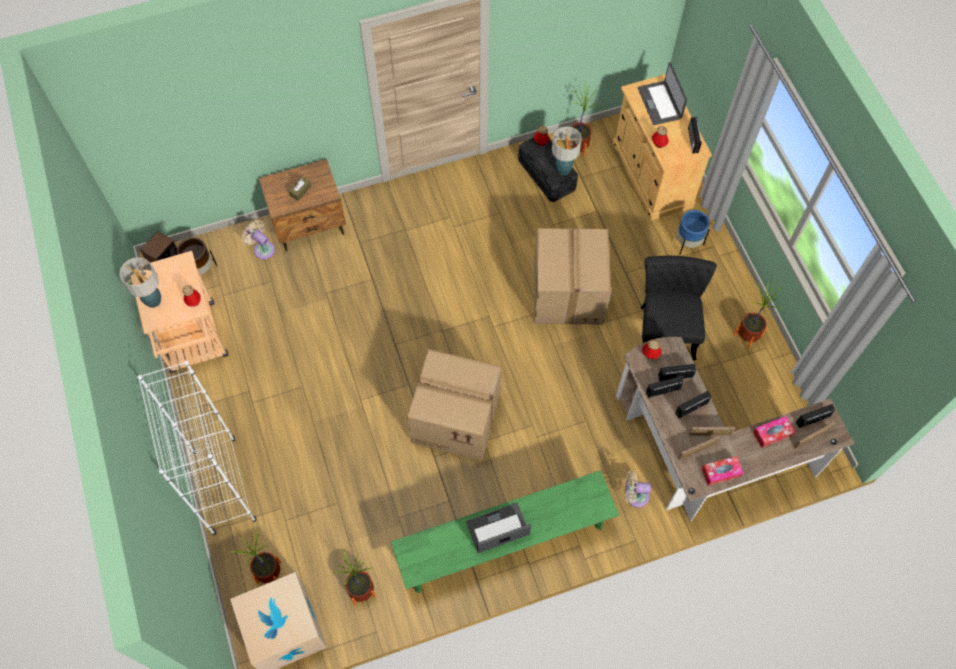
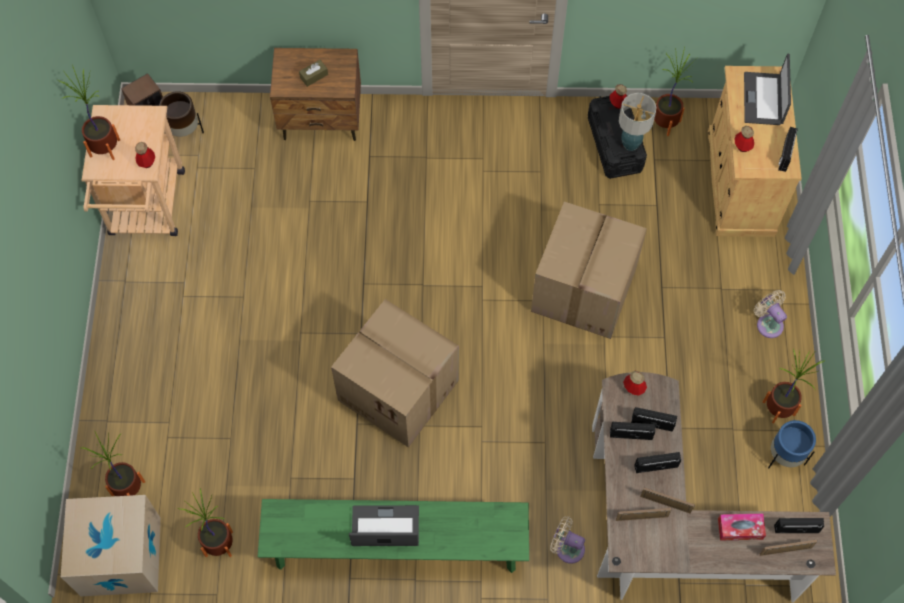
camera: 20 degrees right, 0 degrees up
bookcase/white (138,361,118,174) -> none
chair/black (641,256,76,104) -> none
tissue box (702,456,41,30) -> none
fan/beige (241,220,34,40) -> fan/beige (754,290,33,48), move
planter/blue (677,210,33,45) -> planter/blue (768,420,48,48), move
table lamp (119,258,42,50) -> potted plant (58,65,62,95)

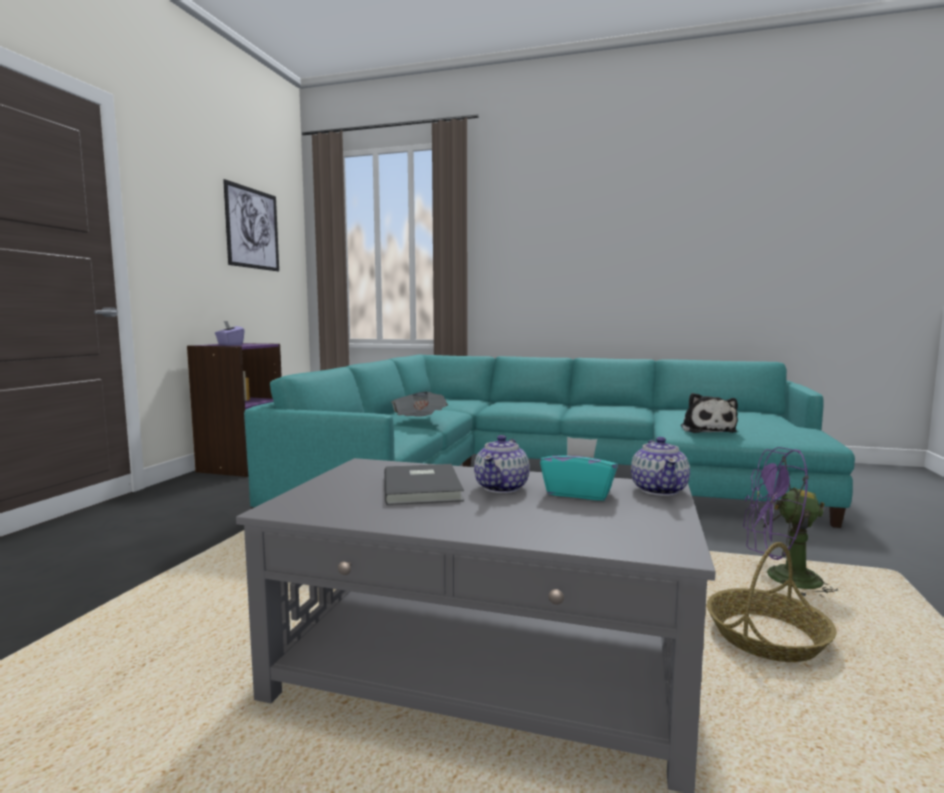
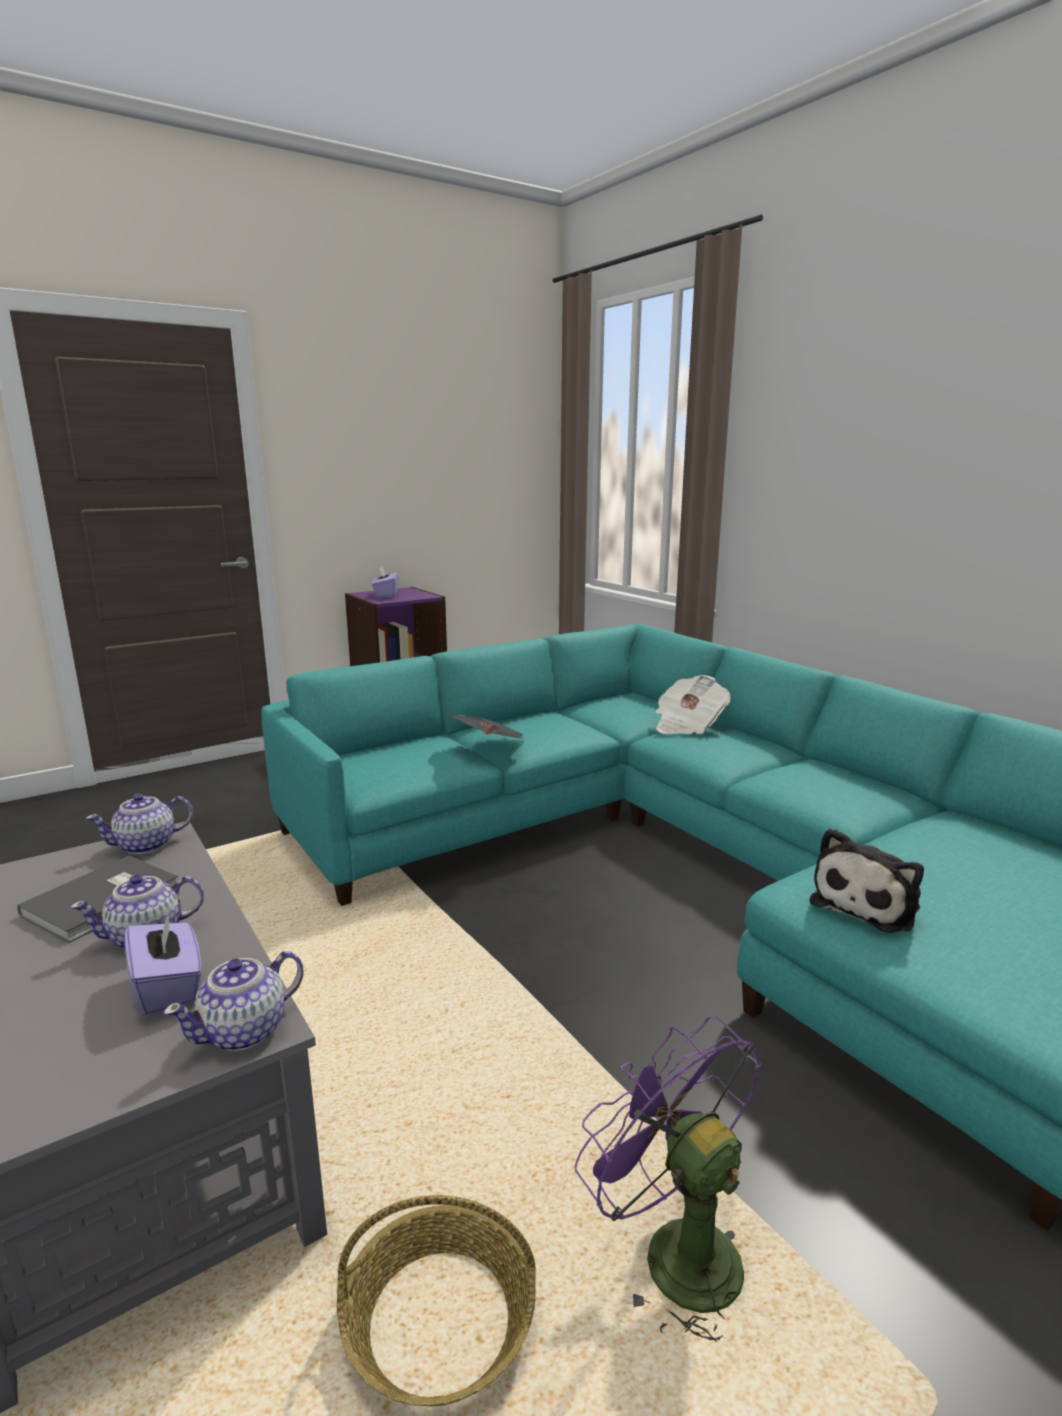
camera: 40 degrees right, 10 degrees up
picture (223,179,56,92) -> none
none -> teapot (85,793,108,61)
none -> newspaper (655,675,76,59)
tissue box/turquoise (540,437,78,64) -> tissue box/purple (124,910,77,106)

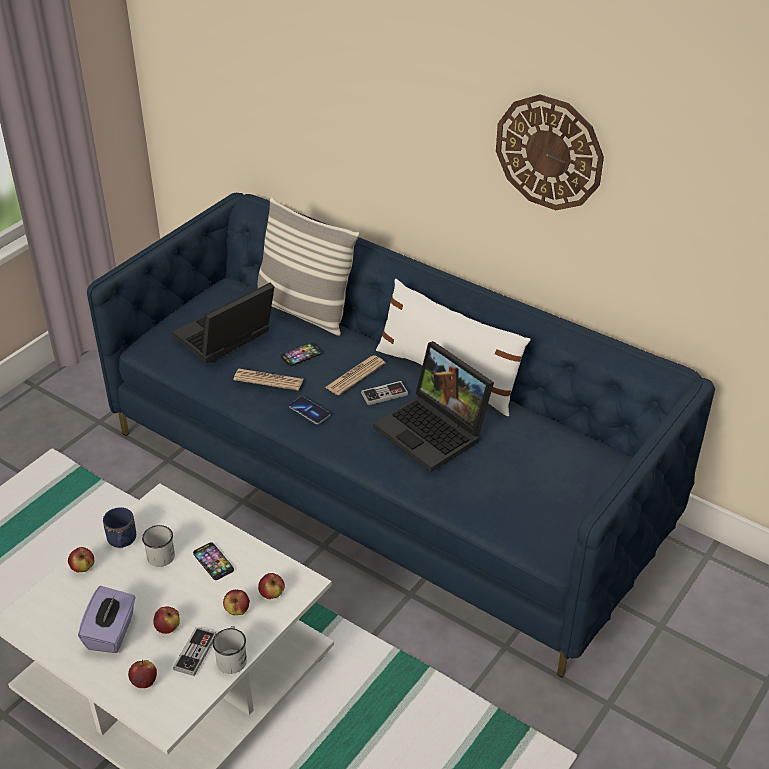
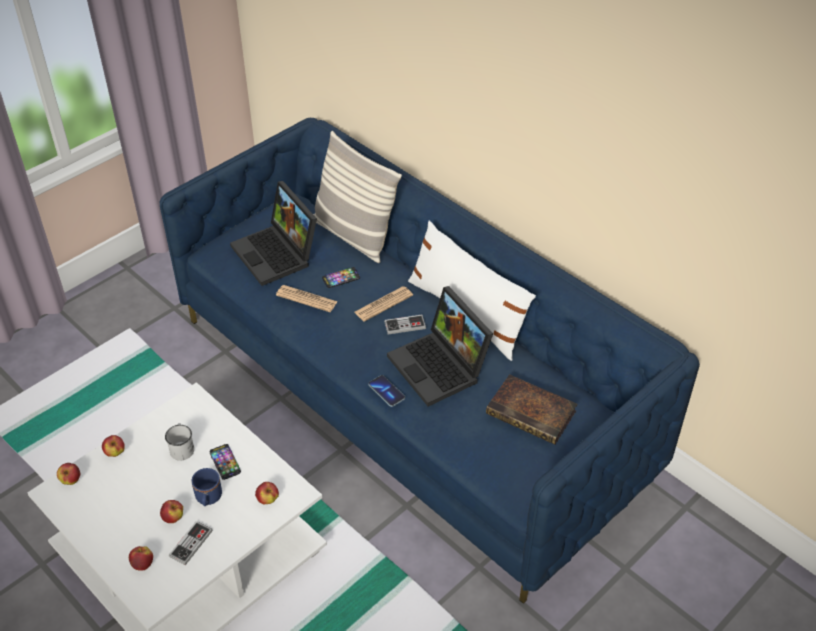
camera: 10 degrees right, 5 degrees up
tissue box/purple (78,586,58,67) -> none
mug/white (212,626,35,48) -> none
wall clock (496,94,108,116) -> none
none -> book (486,374,91,71)
mug/blue (103,507,33,41) -> mug/blue (192,468,30,38), move
apple (223,590,27,25) -> apple (57,463,23,22), move
phone (289,396,41,28) -> phone (369,375,36,32), move
laptop (172,282,103,81) -> laptop (230,181,87,105), 90 degrees counterclockwise

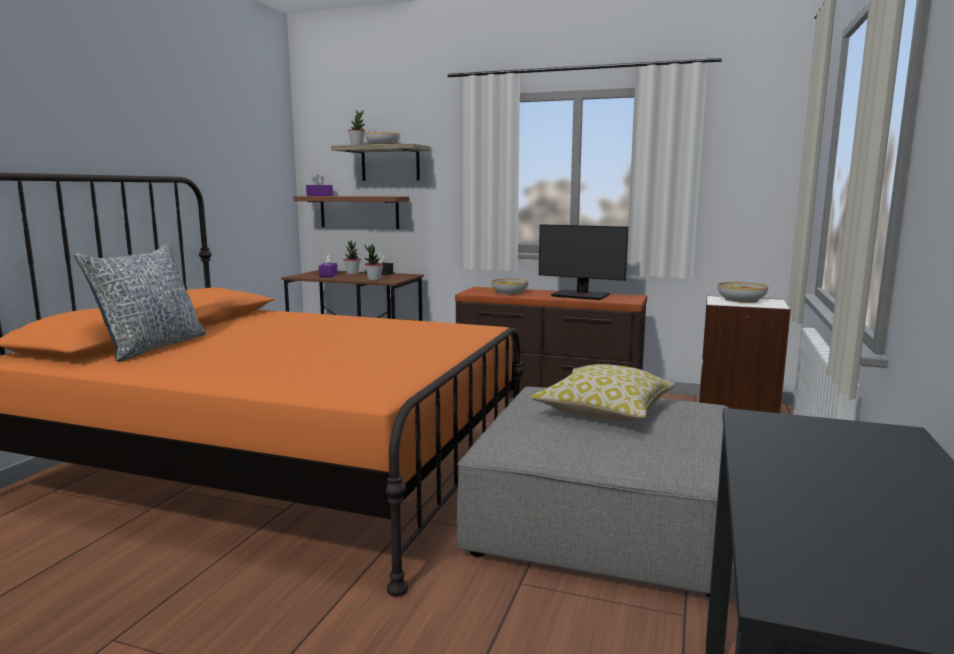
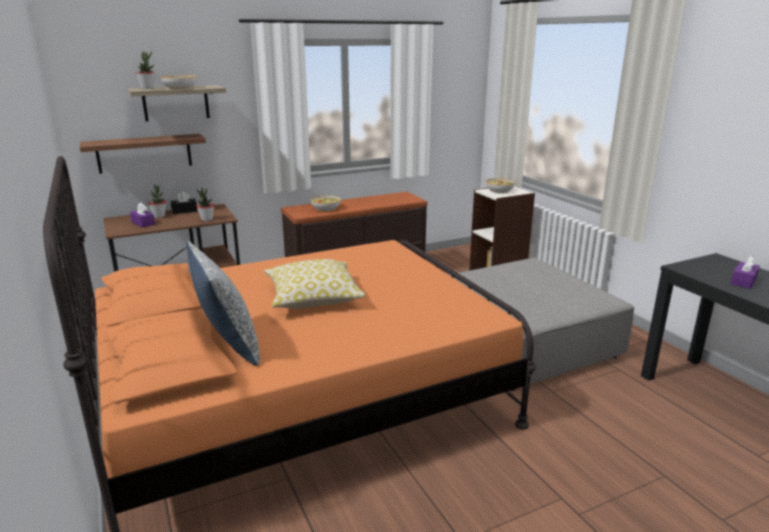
camera: 45 degrees left, 10 degrees up
monitor (539,224,89,76) -> none
tissue box/purple (306,175,27,21) -> tissue box/purple (731,256,29,33), move
pillow (530,364,146,58) -> pillow (264,259,102,50), move

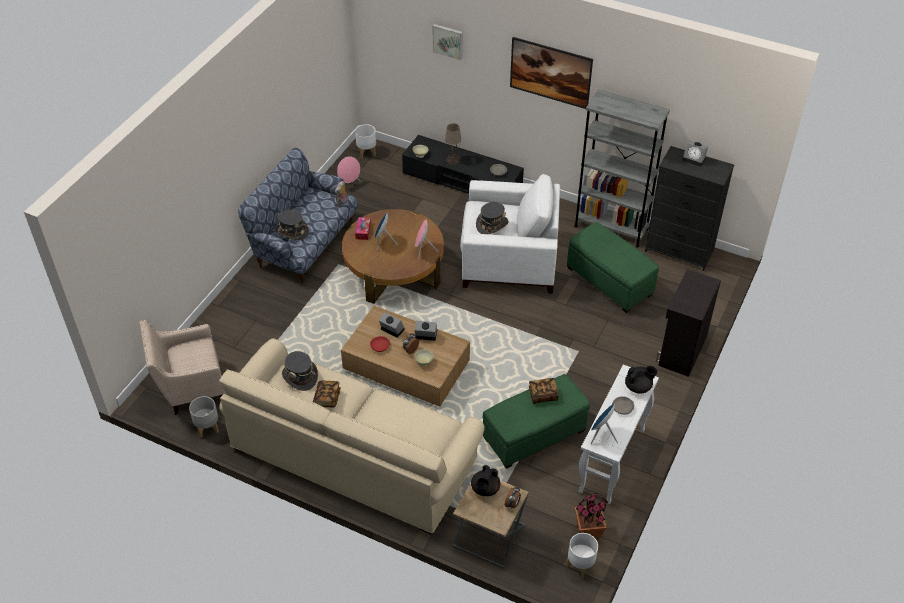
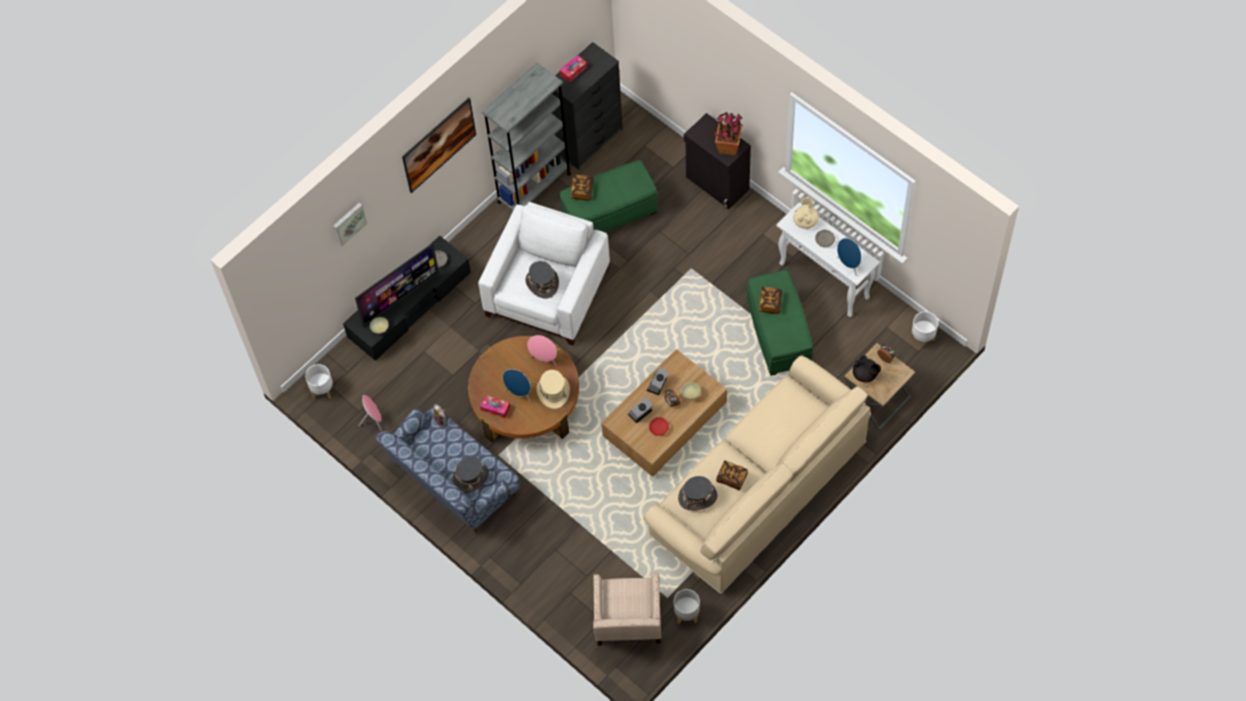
camera: 70 degrees left, 15 degrees up
none -> hat/beige (536,370,34,39)
none -> book (570,175,23,26)
potted plant (575,493,33,47) -> potted plant (713,112,30,43), move
table lamp/beige (445,123,16,42) -> television (355,243,84,84)
alarm clock (682,141,26,26) -> tissue box (560,55,27,27)
teapot/black (625,366,32,28) -> teapot/beige (793,198,26,31)

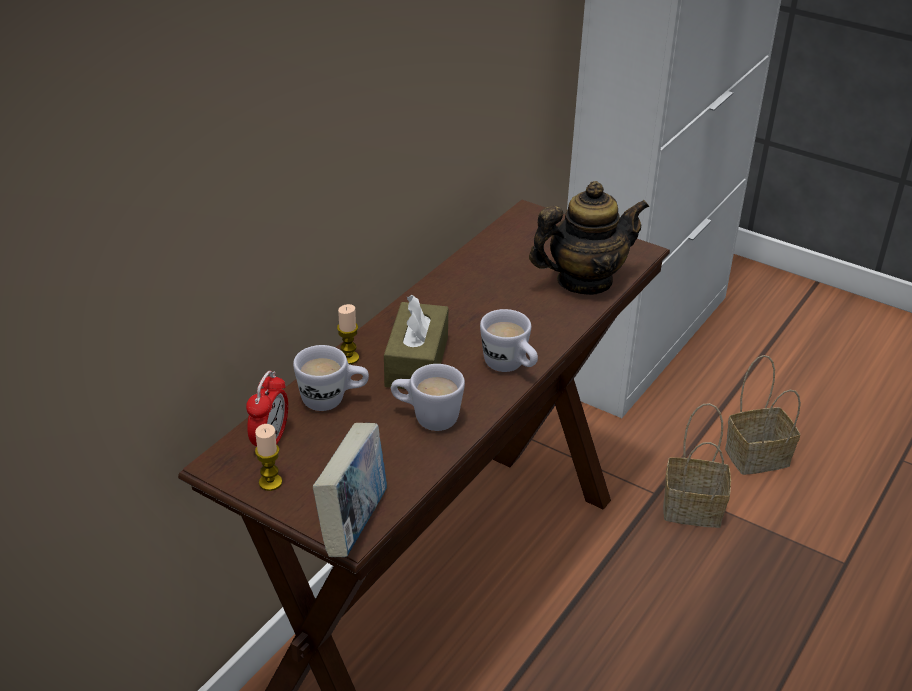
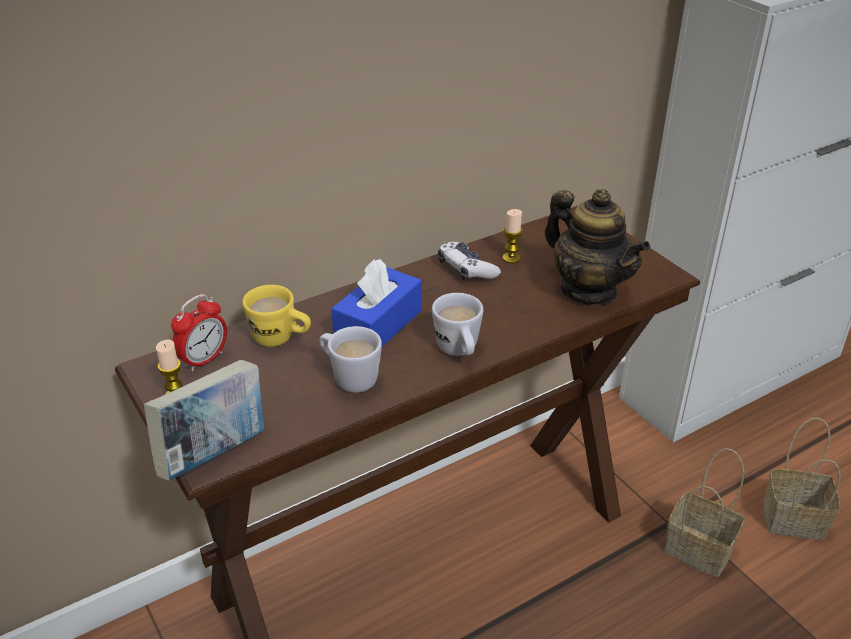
camera: 25 degrees right, 0 degrees up
none -> game controller (438,242,63,38)
candle (337,304,22,60) -> candle (502,209,21,54), move
mug/white (293,345,76,66) -> mug/yellow (242,285,69,62)
tissue box/brown (384,295,65,94) -> tissue box/blue (331,259,91,88)
teapot (529,181,120,114) -> teapot (545,189,105,116), 45 degrees clockwise

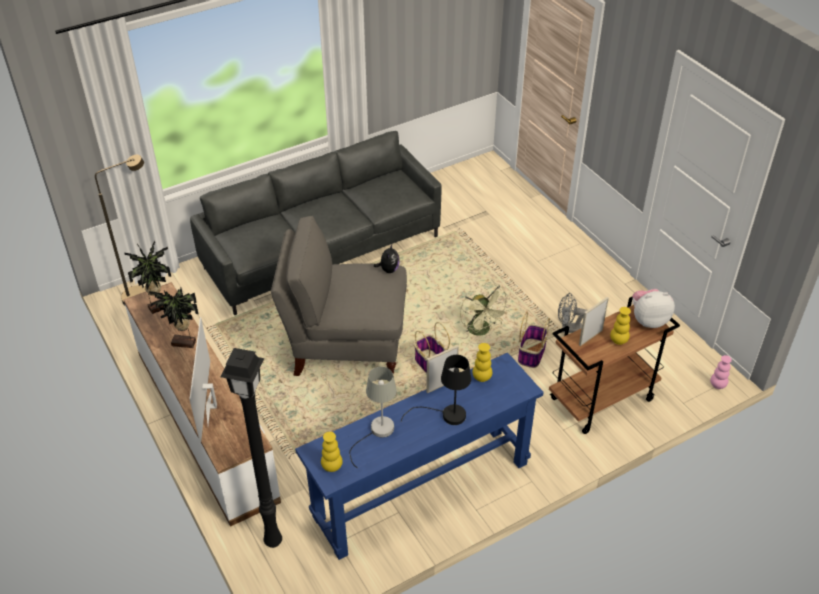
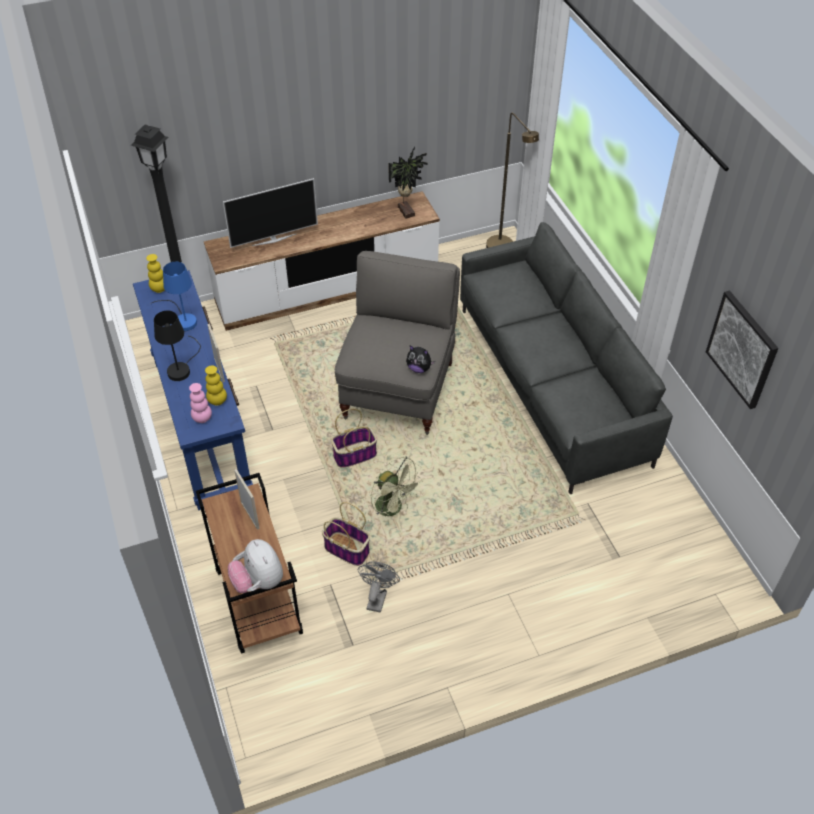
camera: 100 degrees right, 5 degrees up
potted plant (149,288,49,60) -> none
vase/yellow (610,307,21,38) -> none
none -> picture (706,291,72,118)
vase/pink (710,355,22,34) -> vase/pink (189,383,23,40), move
table lamp/grey (349,367,48,101) -> table lamp/blue (150,262,47,69)
television (189,317,28,126) -> television (223,178,95,70), 150 degrees clockwise
fan/green (460,284,50,52) -> fan/green (371,457,52,60), 120 degrees counterclockwise
plush toy (632,289,43,39) -> plush toy (228,539,55,54), 150 degrees clockwise

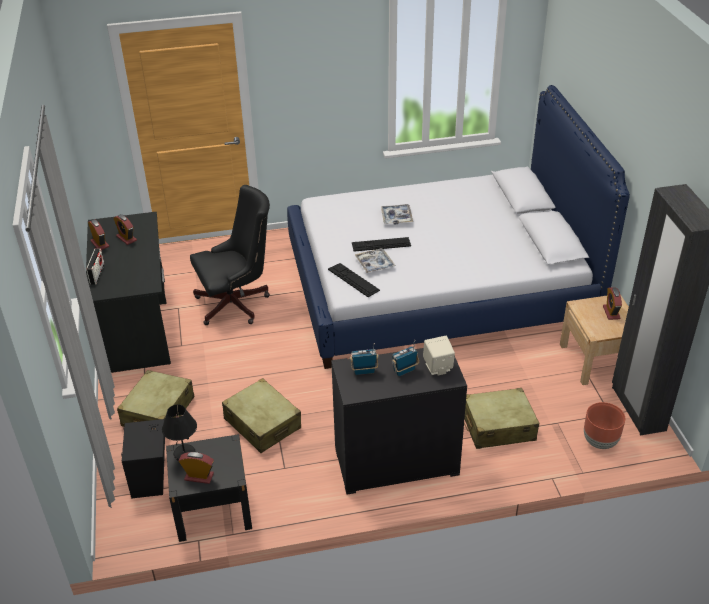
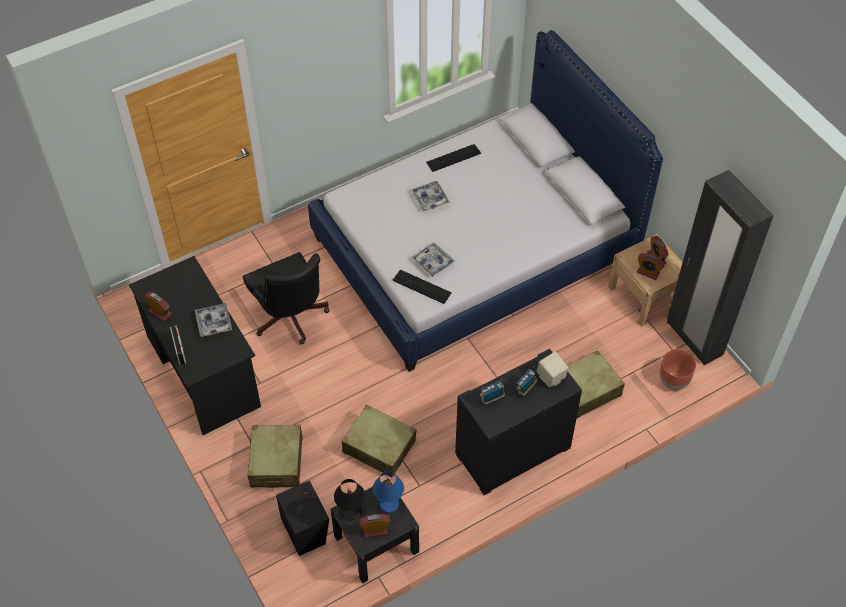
camera: 20 degrees left, 15 degrees up
none -> tray (195,303,37,34)
none -> table lamp/blue (373,471,31,42)
alarm clock (114,214,23,31) -> alarm clock (637,253,28,27), move
keyboard (352,237,59,15) -> keyboard (426,144,55,28), move
office chair/black (190,185,80,140) -> office chair/black (243,252,87,92), 105 degrees clockwise

